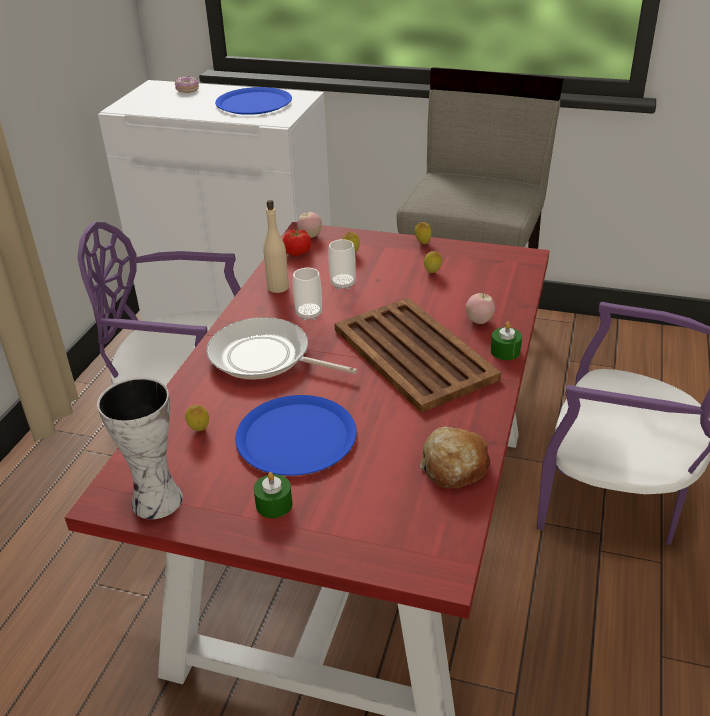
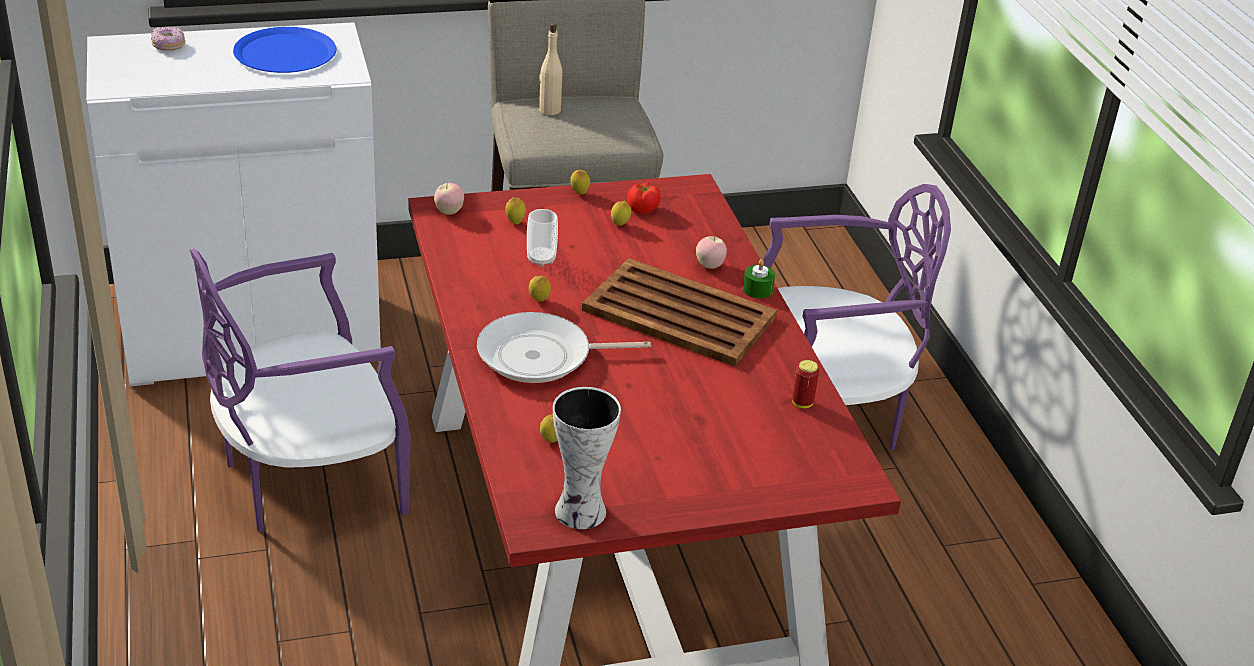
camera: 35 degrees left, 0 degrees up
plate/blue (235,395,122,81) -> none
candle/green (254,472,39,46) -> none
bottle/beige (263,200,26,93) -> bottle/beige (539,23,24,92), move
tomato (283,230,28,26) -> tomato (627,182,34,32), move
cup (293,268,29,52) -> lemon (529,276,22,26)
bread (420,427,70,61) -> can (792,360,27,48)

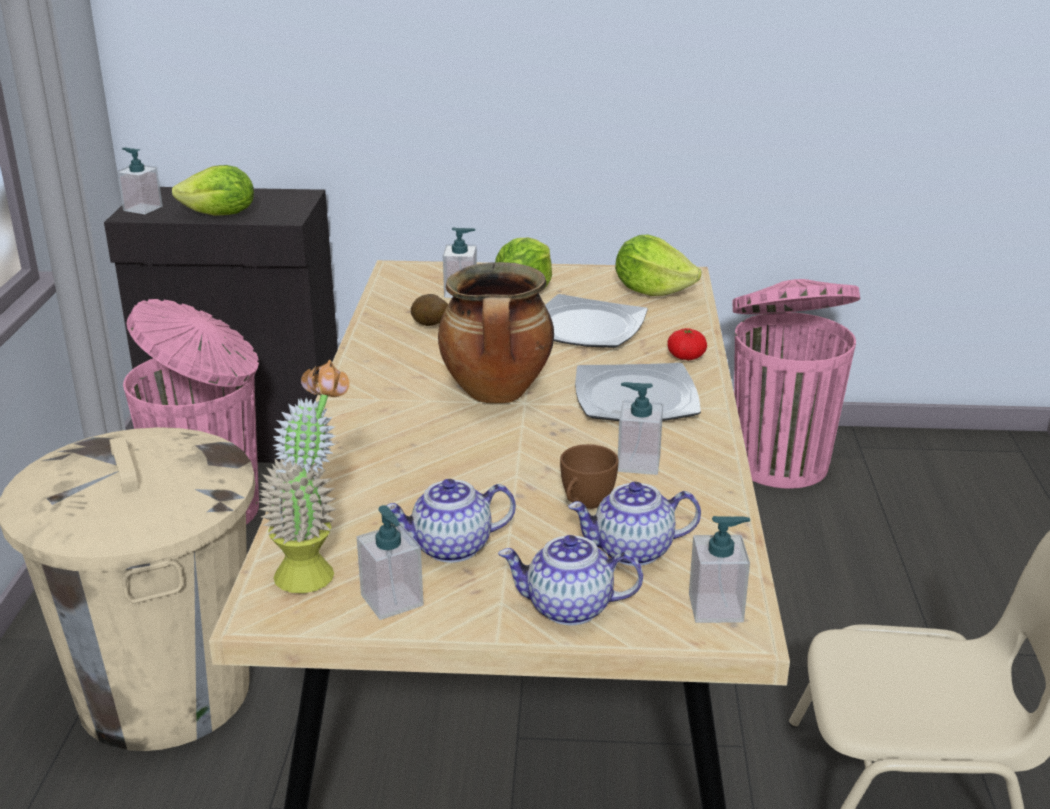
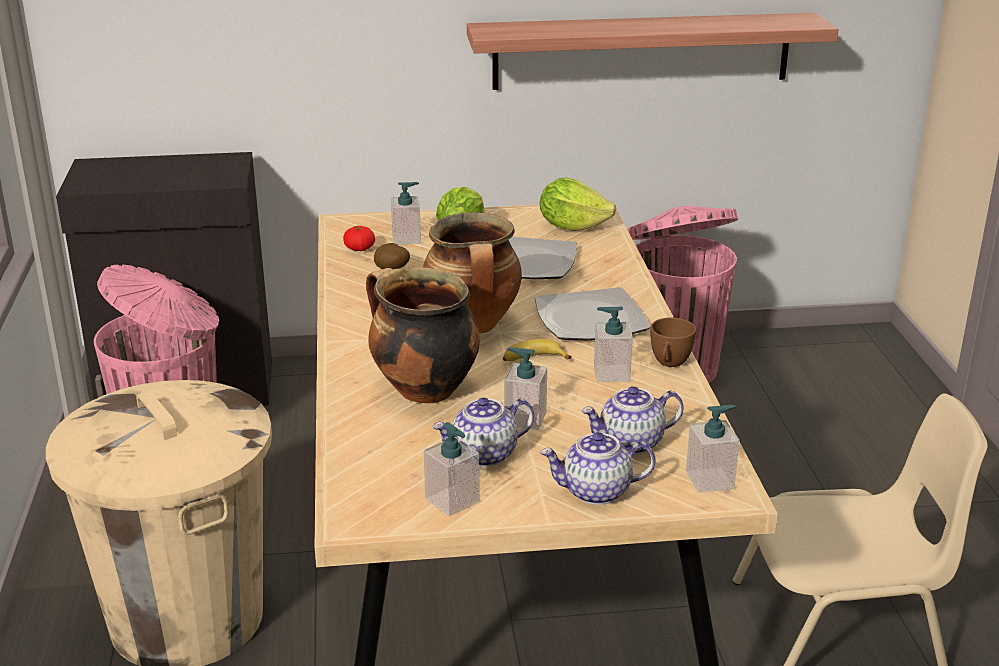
camera: 10 degrees left, 0 degrees up
lettuce (172,165,82,51) -> none
potted plant (258,360,91,233) -> none
none -> cooking pot (366,268,114,135)
none -> shelf (467,13,372,77)
none -> banana (503,339,69,22)
soap dispenser (117,148,46,66) -> soap dispenser (504,347,43,83), move
cup/brown (560,444,59,65) -> cup/brown (651,318,45,49), move
tomato (667,328,40,32) -> tomato (343,226,32,25), move

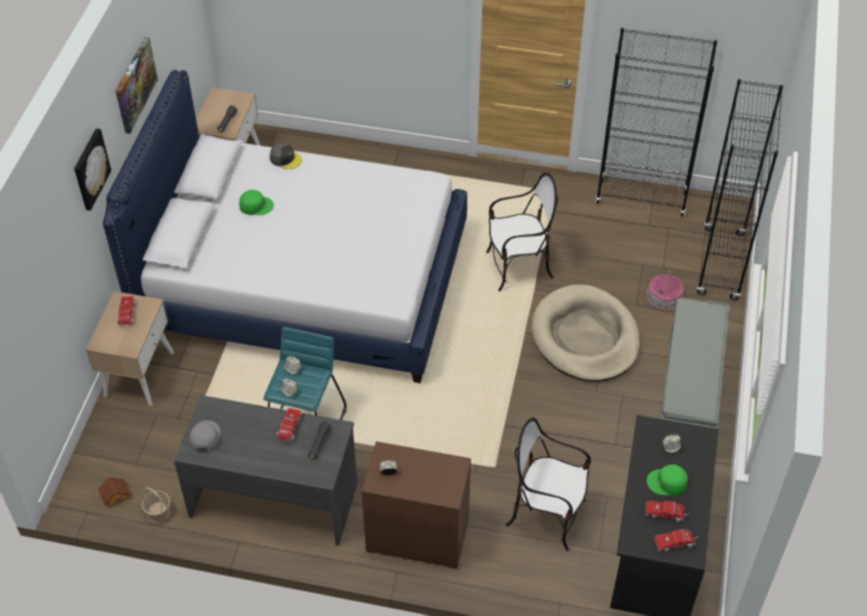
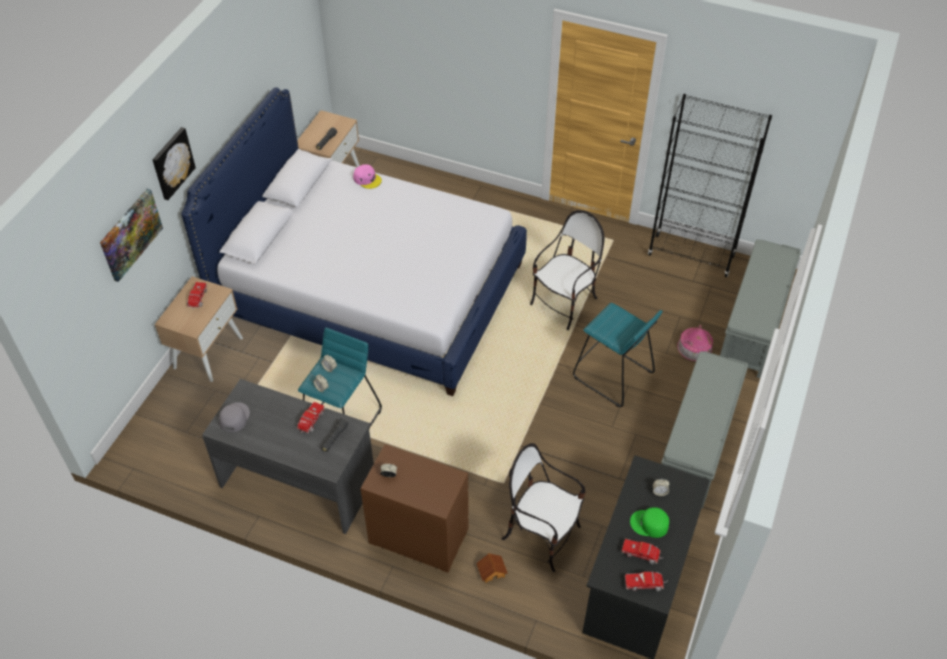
camera: 10 degrees right, 0 degrees up
basket (142,487,29,36) -> none
cap/green (239,190,35,25) -> none
toy house (98,477,33,31) -> toy house (476,553,32,30), move
picture (116,37,42,97) -> picture (100,189,63,93), move
dog bed/beige (531,285,109,97) -> stool/turquoise (573,303,89,104)
bookcase/black (697,79,86,222) -> bench/grey (720,239,81,139)
cap/grey (270,143,32,26) -> cap/pink (353,164,29,25)
chair (486,173,72,118) -> chair (530,210,75,120), 45 degrees counterclockwise

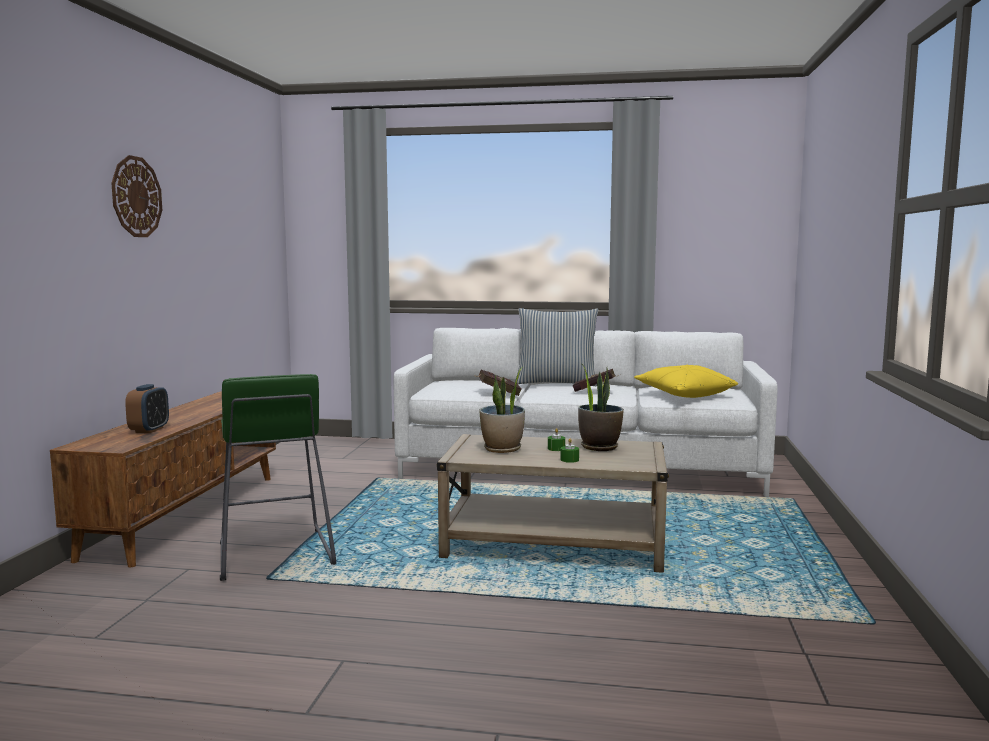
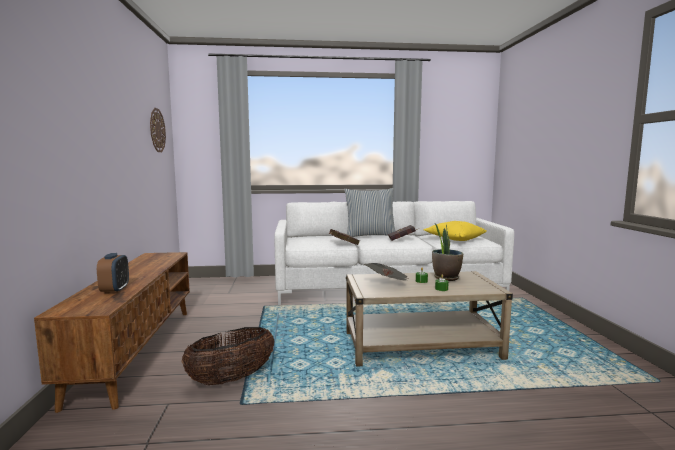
camera: 15 degrees left, 0 degrees up
wall clock (111,155,51,82) -> wall clock (150,108,16,44), move
stool/green (220,374,116,207) -> basket (181,327,93,58)
potted plant (479,367,46,86) -> newspaper (364,263,44,17)

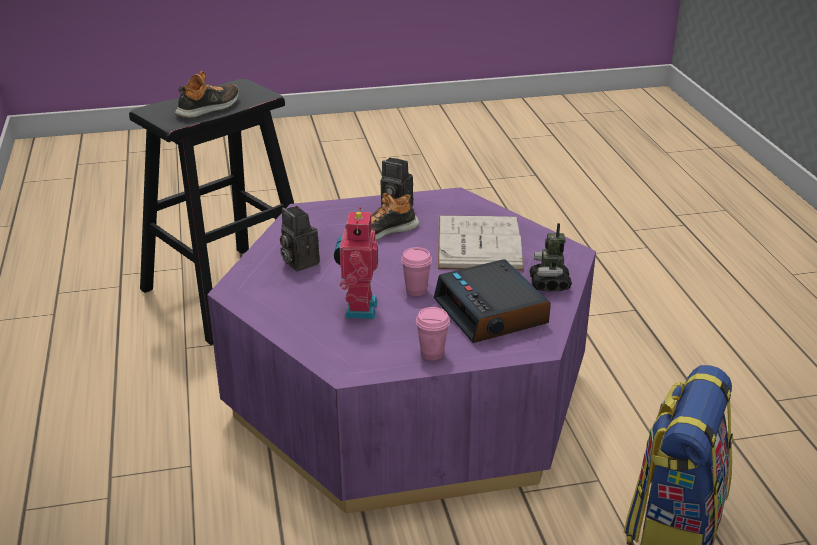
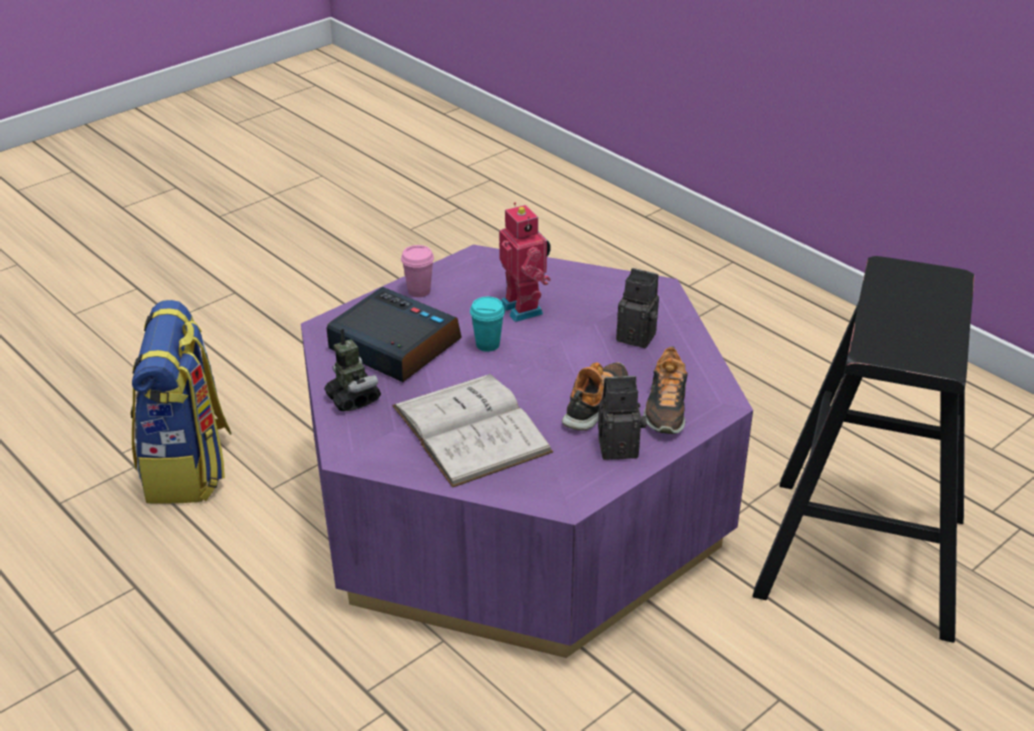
camera: 150 degrees right, 5 degrees up
shoe (175,71,64,47) -> shoe (643,346,45,88), move
cup/pink (401,247,31,49) -> cup/turquoise (470,297,35,55)

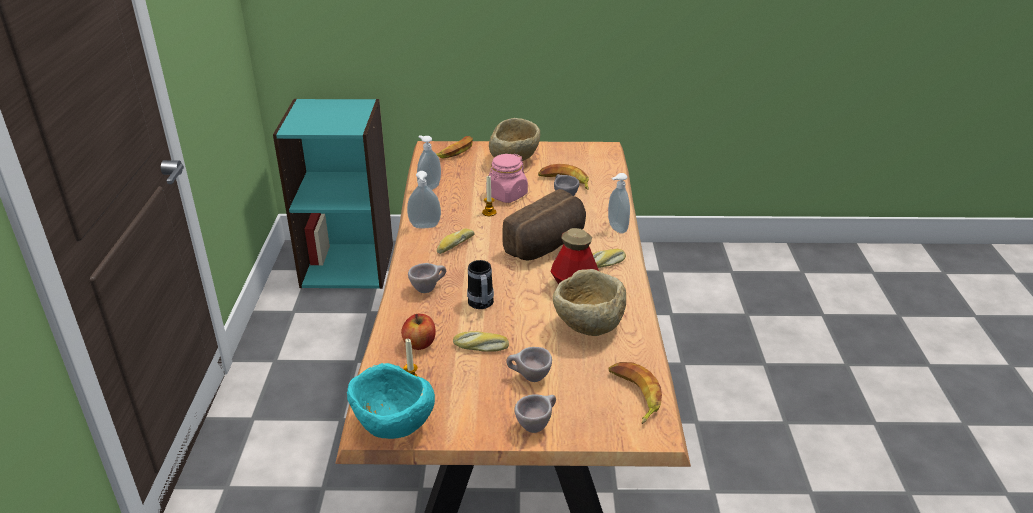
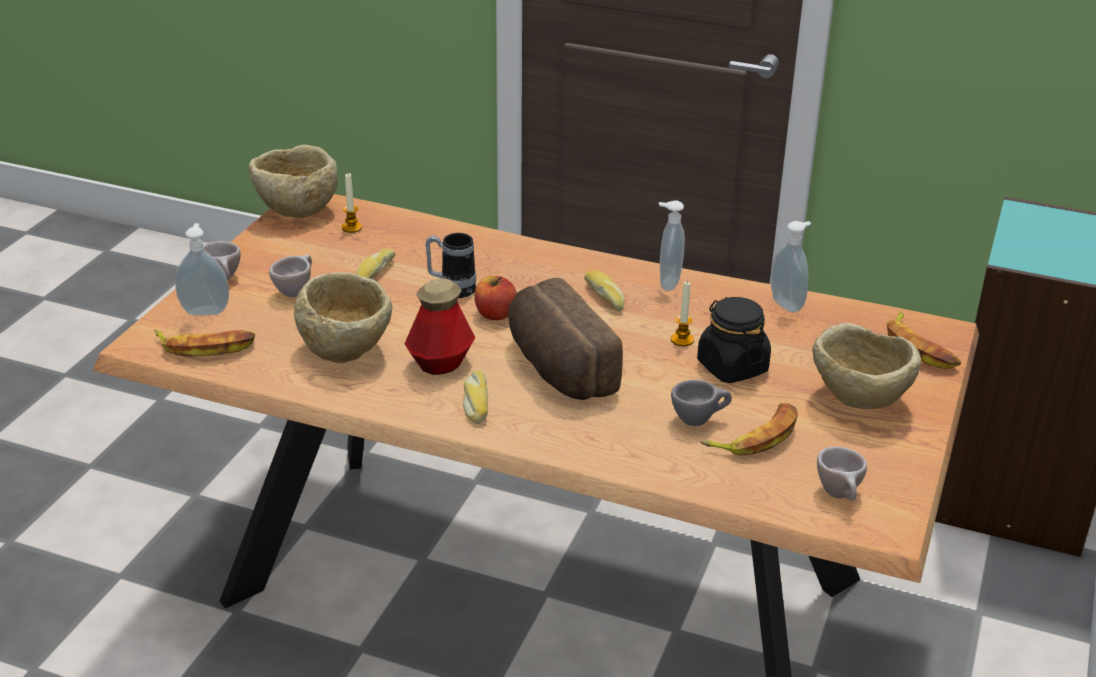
camera: 110 degrees right, 0 degrees up
apple (401,314,35,36) -> apple (474,276,43,44), move
cup/beige (408,263,38,30) -> cup/beige (817,447,50,53), move
soap dispenser (608,173,22,61) -> soap dispenser (175,223,54,93), move
bowl/turquoise (347,363,88,76) -> bowl/beige (248,145,90,73)
jar/pink (486,154,42,49) -> jar/black (697,297,74,86)

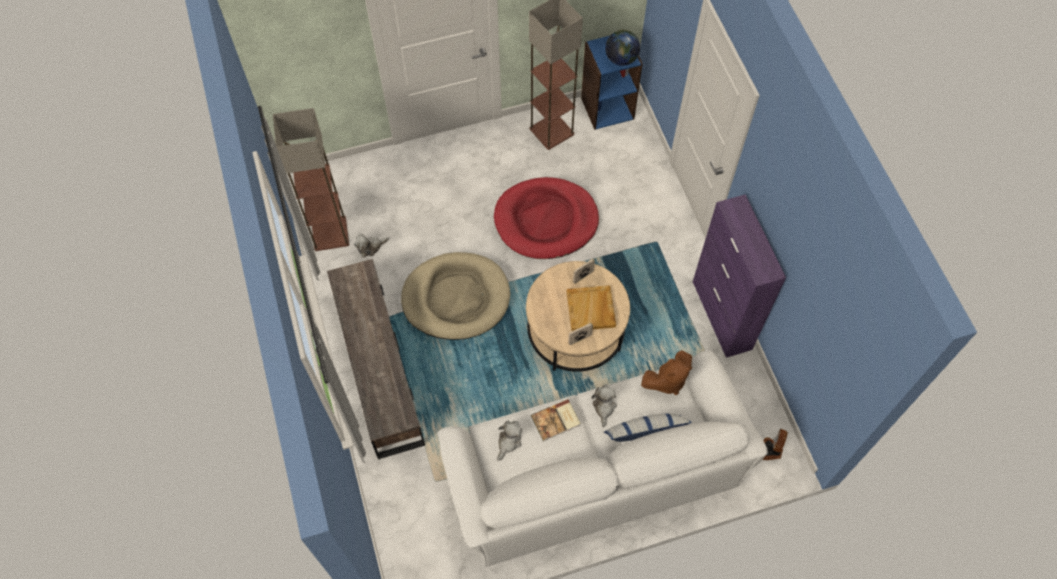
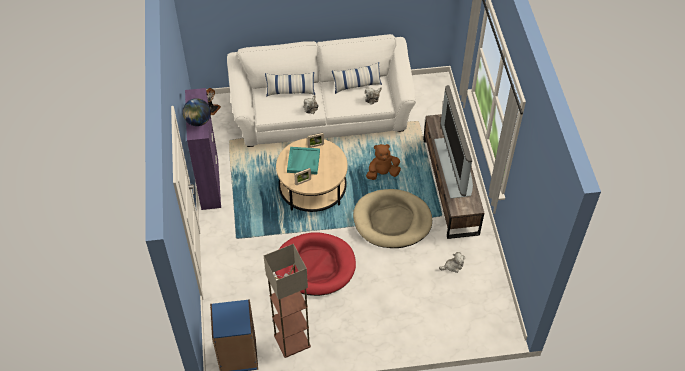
camera: 170 degrees left, 10 degrees down
floor lamp (273,108,76,143) -> none
book (531,399,50,42) -> none
none -> pillow (332,62,50,32)
none -> television (434,85,39,113)
globe (605,30,35,36) -> globe (183,98,28,28), move
plush toy/brown (641,351,51,44) -> plush toy/brown (366,144,35,36), move
tray/beige (567,285,49,46) -> tray/turquoise (287,147,33,27)

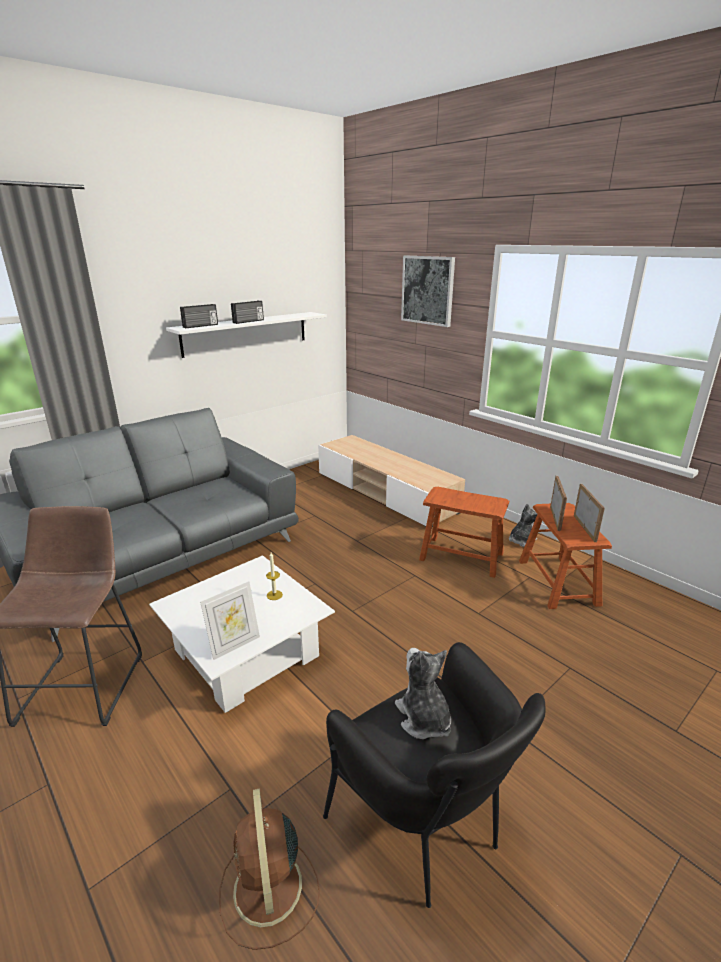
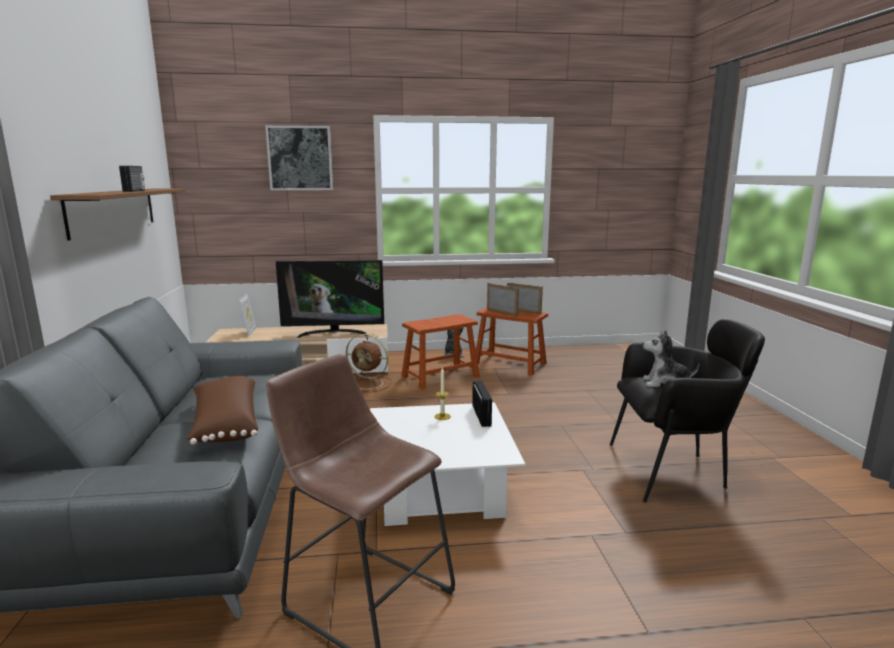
camera: 55 degrees left, 10 degrees down
none -> pillow/brown (186,376,72,69)
none -> television (276,260,108,78)
radio (180,304,38,24) -> radio (472,381,20,46), move
picture frame (200,581,60,79) -> picture frame (239,294,17,42), move
fan/brown (219,788,101,162) -> fan/brown (346,334,46,58), move
shelf/white (166,312,161,46) -> shelf/brown (50,188,136,52)

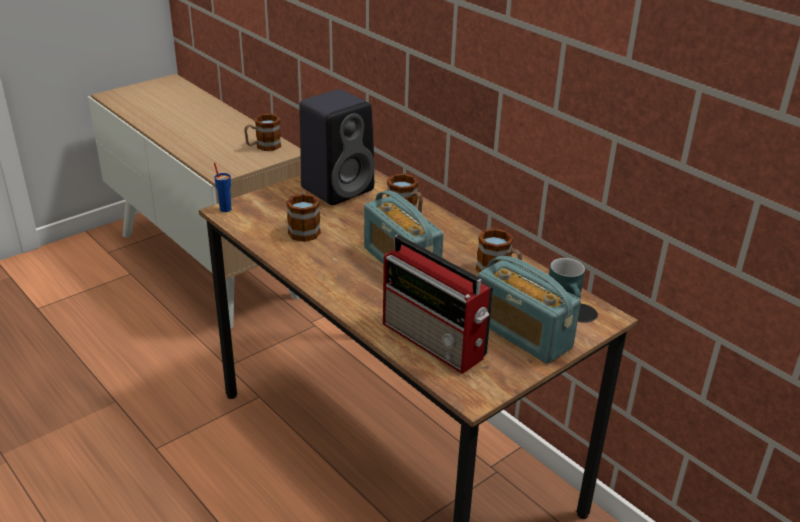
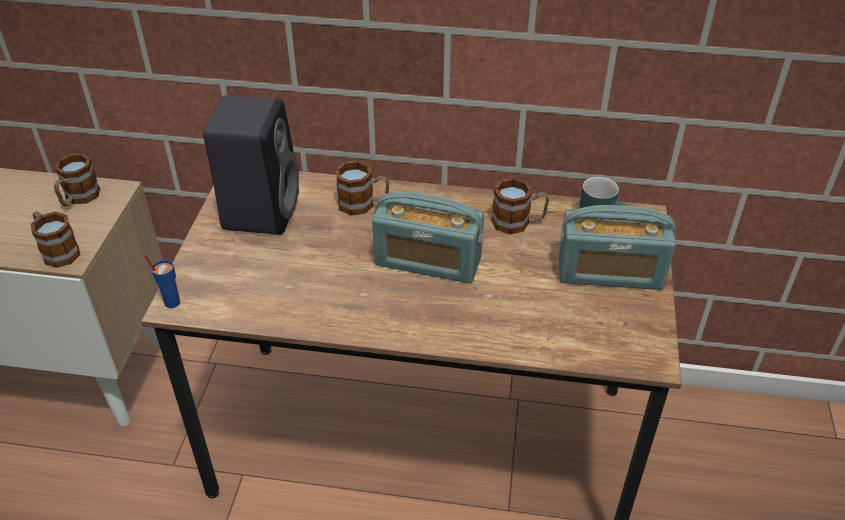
camera: 40 degrees left, 10 degrees up
radio (383,235,110,139) -> none
mug (286,191,35,51) -> mug (31,211,49,57), move

